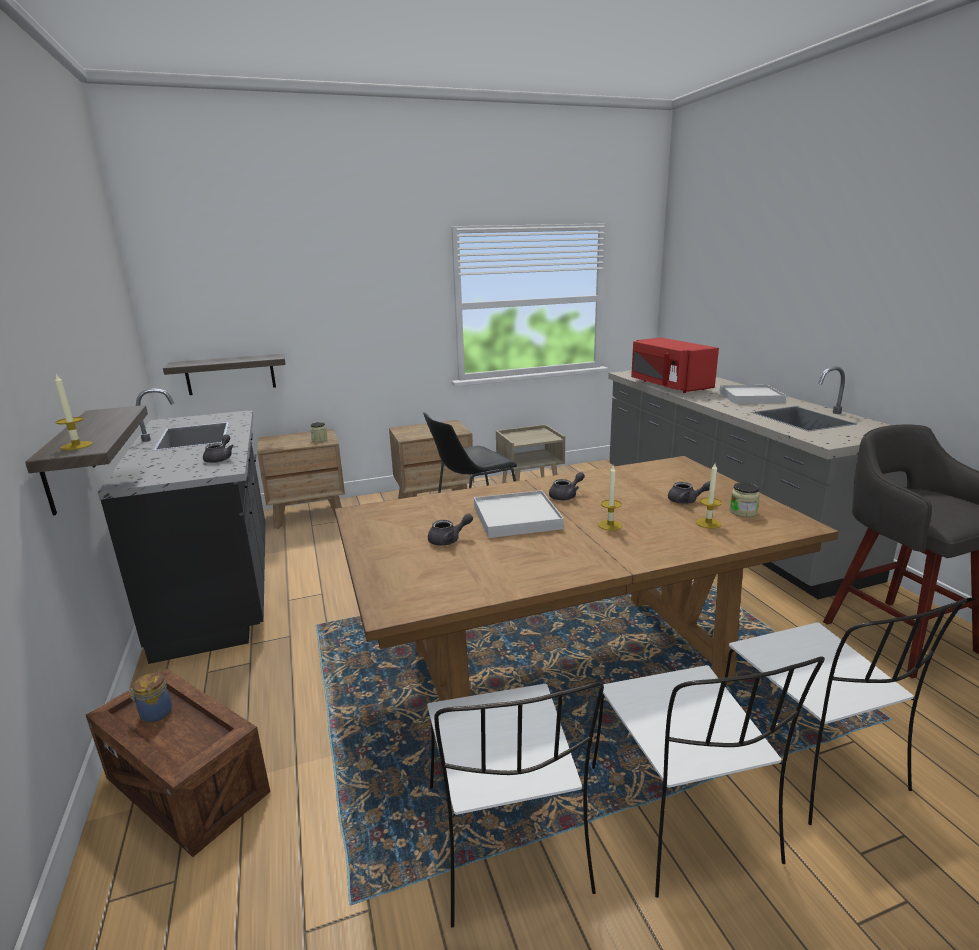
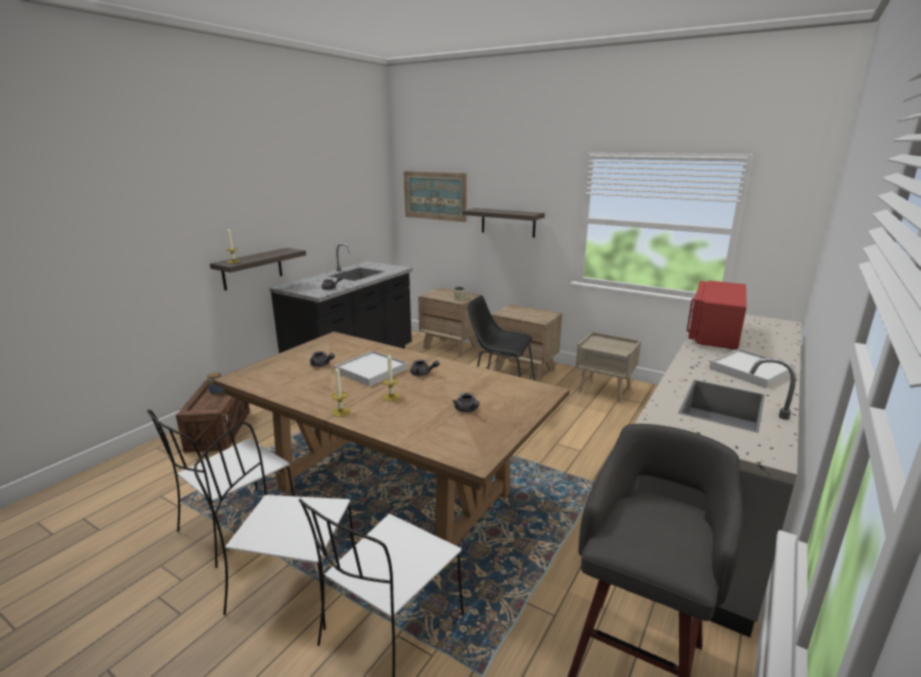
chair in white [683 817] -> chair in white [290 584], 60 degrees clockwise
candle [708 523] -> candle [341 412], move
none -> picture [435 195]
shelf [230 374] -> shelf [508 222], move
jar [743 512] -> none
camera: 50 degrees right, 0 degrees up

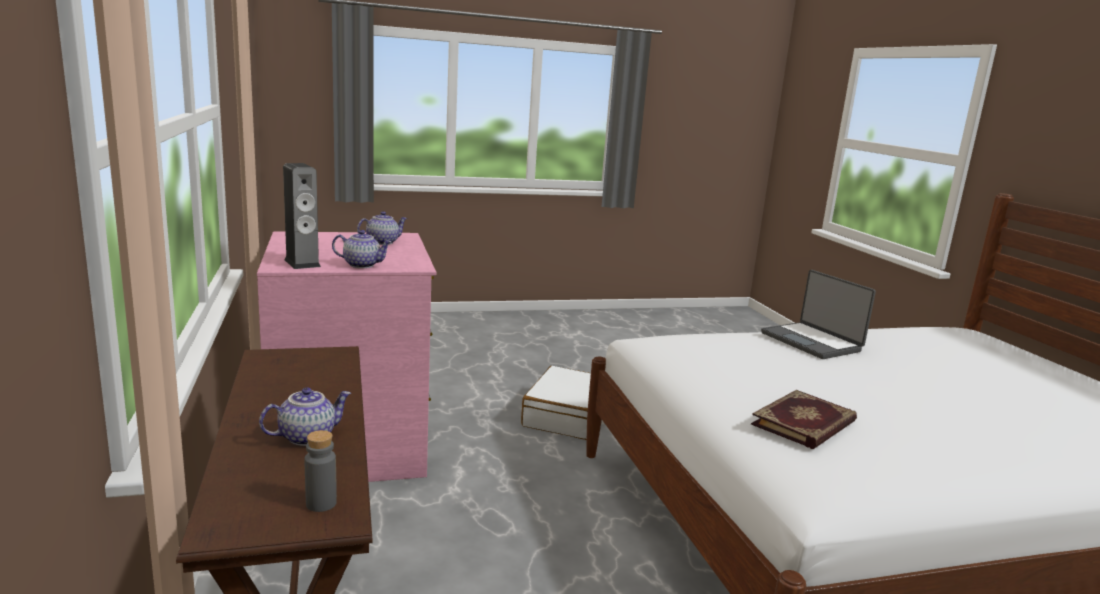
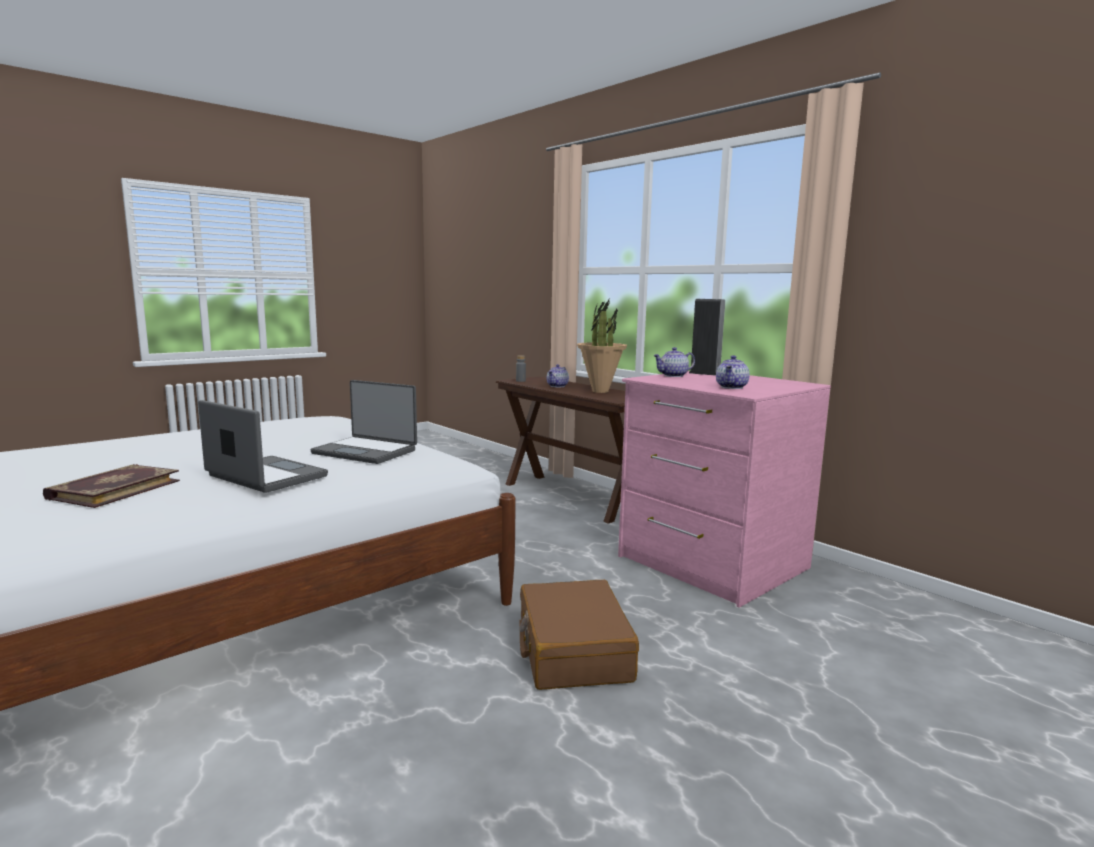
book [805 424] -> book [114 489], move
none -> laptop [366 451]
suitcase in white [568 416] -> suitcase in brown [573 650]
none -> potted plant [600 391]
camera: 155 degrees right, 5 degrees down

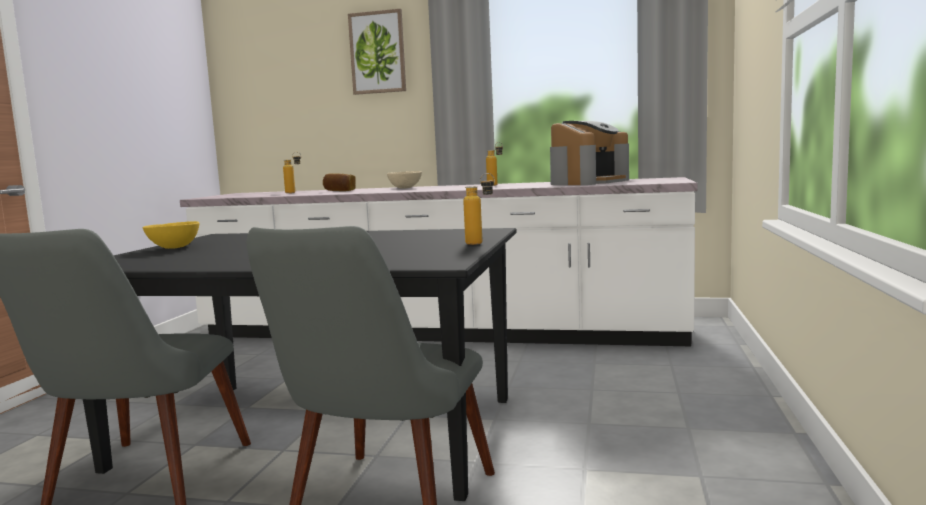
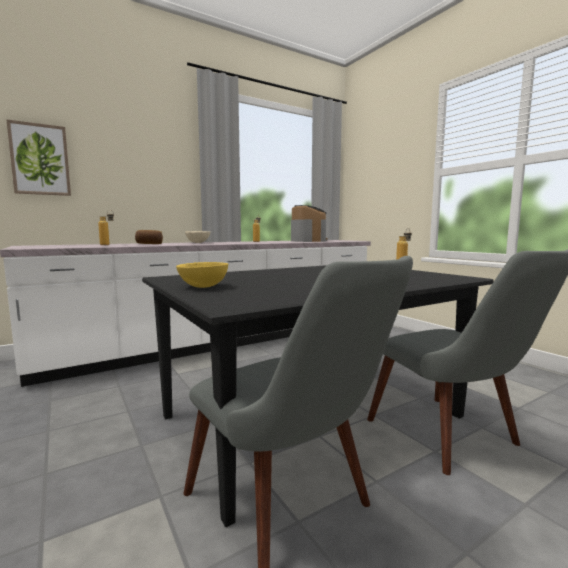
picture [377 52] -> picture [40 160], move
camera: 45 degrees left, 0 degrees up

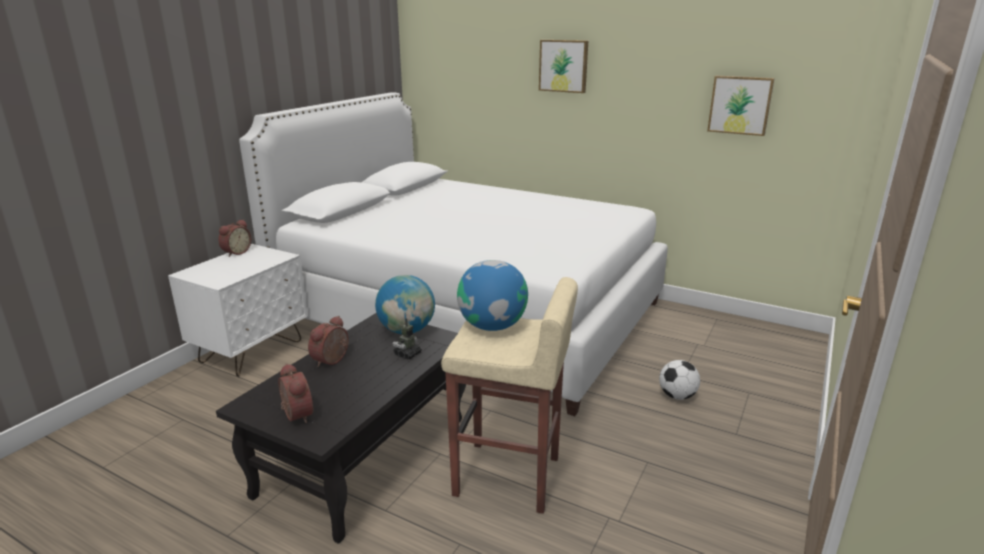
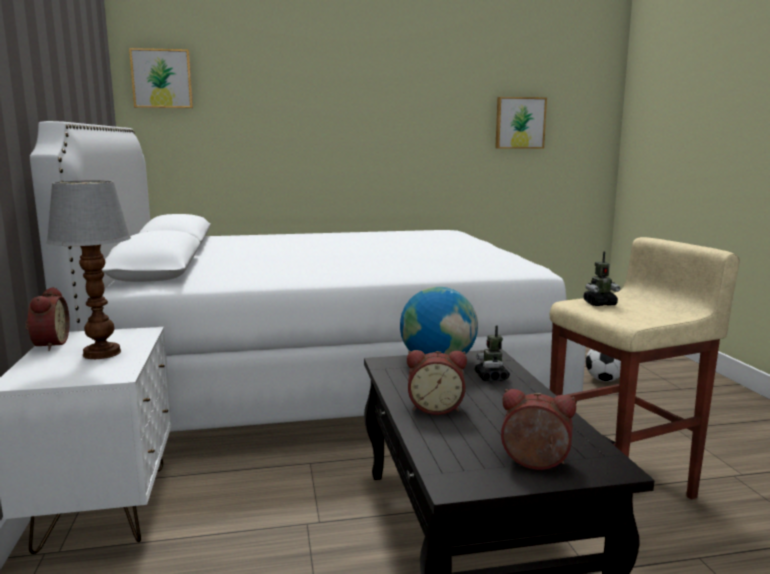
none -> table lamp [100 353]
picture [564 66] -> picture [162 79], move
alarm clock [332 361] -> alarm clock [435 408], 75 degrees counterclockwise
globe [492 326] -> toy robot [599 304]
camera: 40 degrees left, 10 degrees down

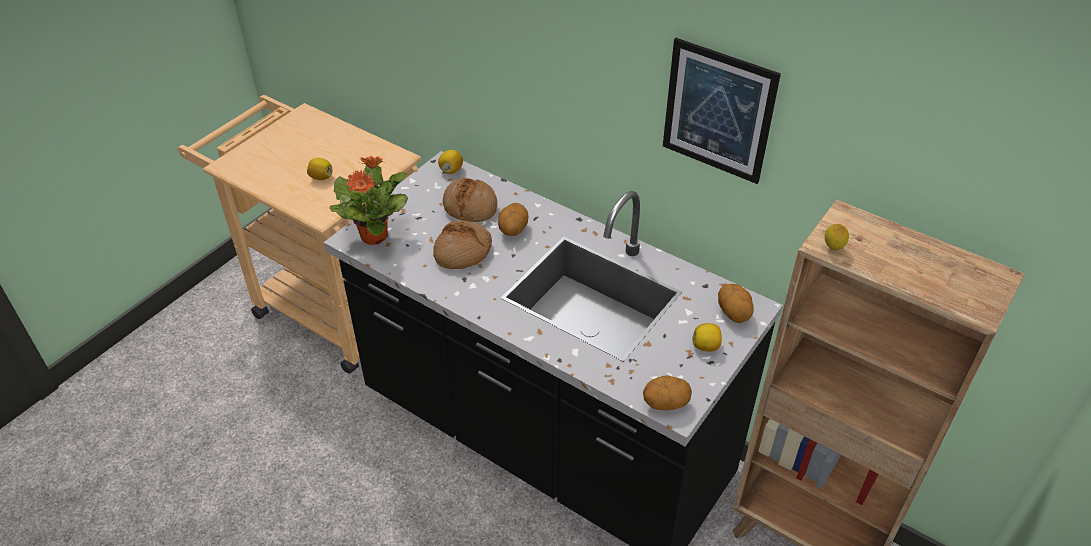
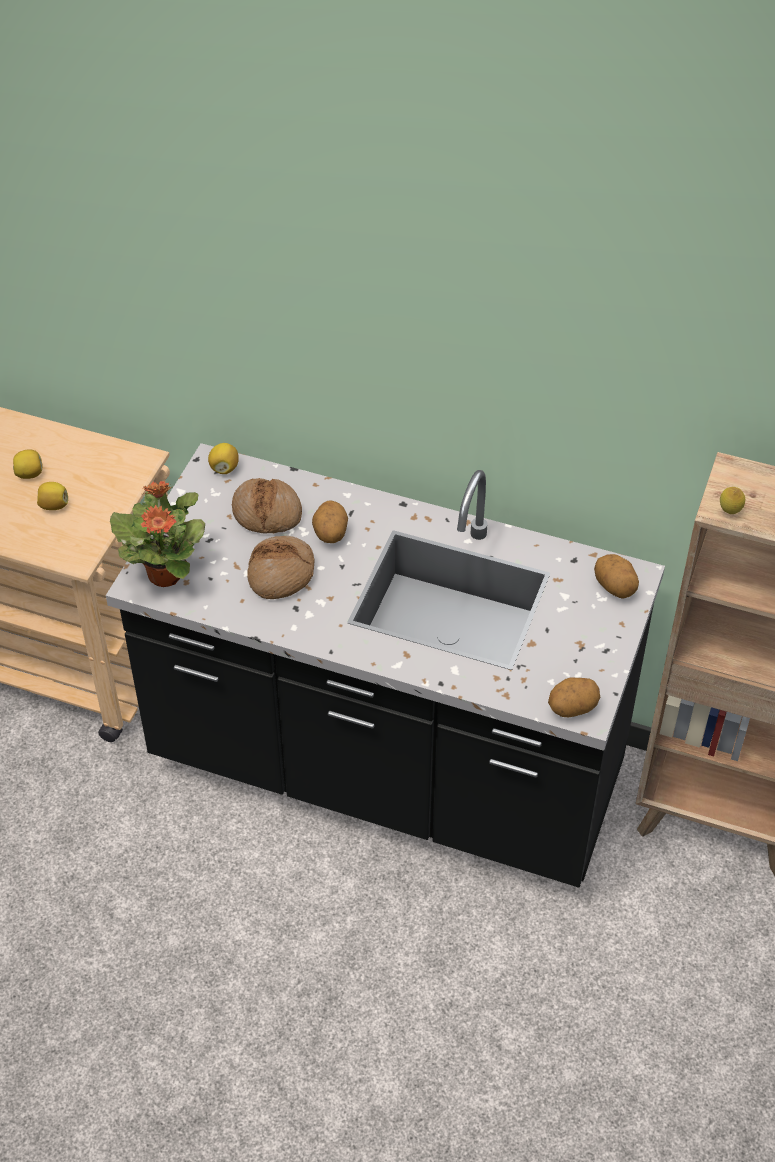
lemon [706 346] -> lemon [30 474], move
picture [718 111] -> none
camera: 15 degrees left, 5 degrees up

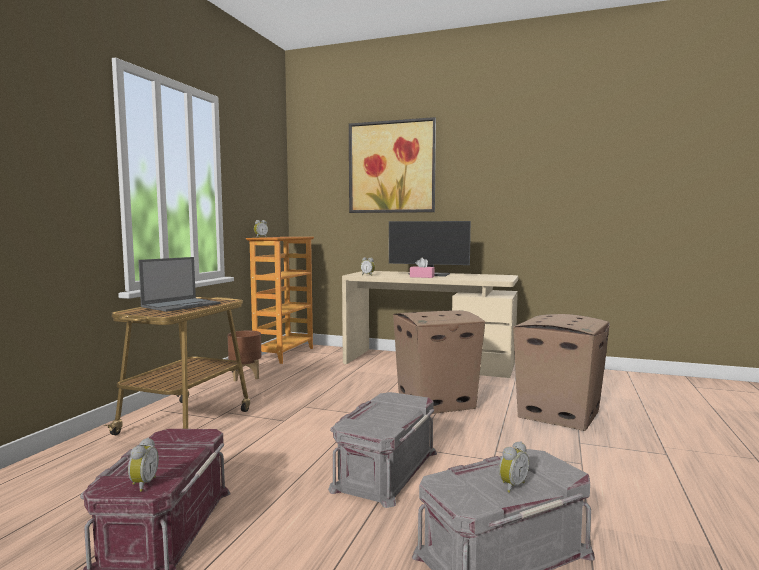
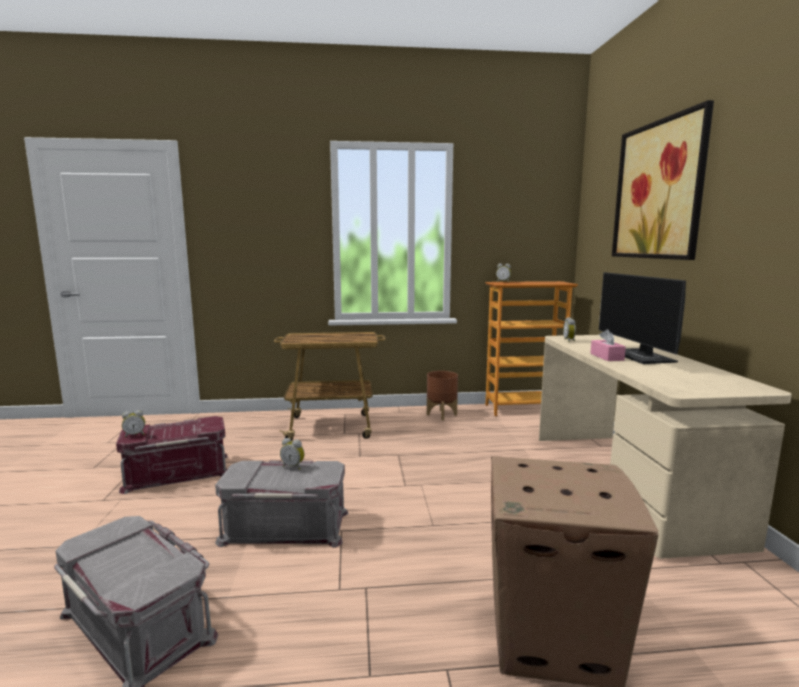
alarm clock [511 485] -> alarm clock [293 466], move
laptop [182 305] -> none
cardboard box [437 402] -> none
camera: 65 degrees right, 5 degrees up

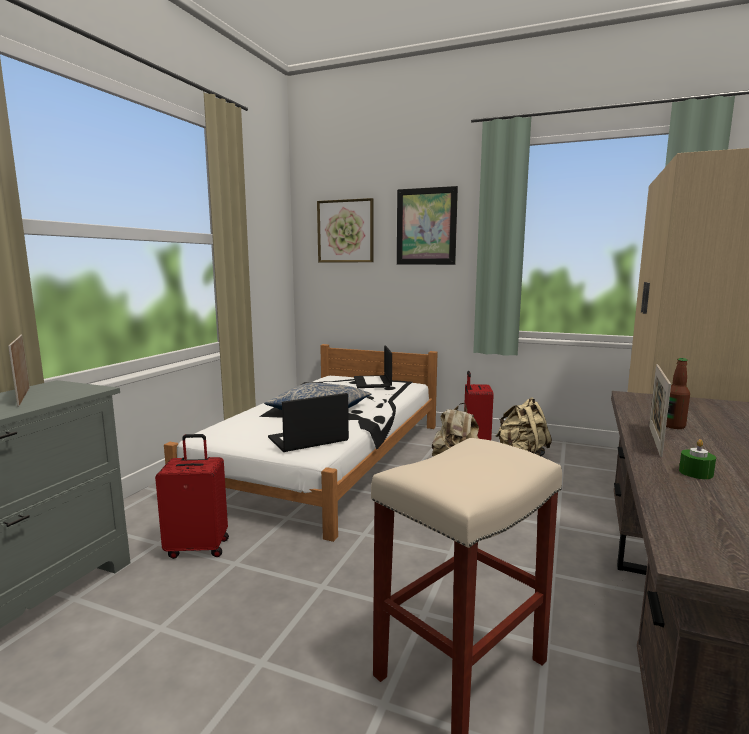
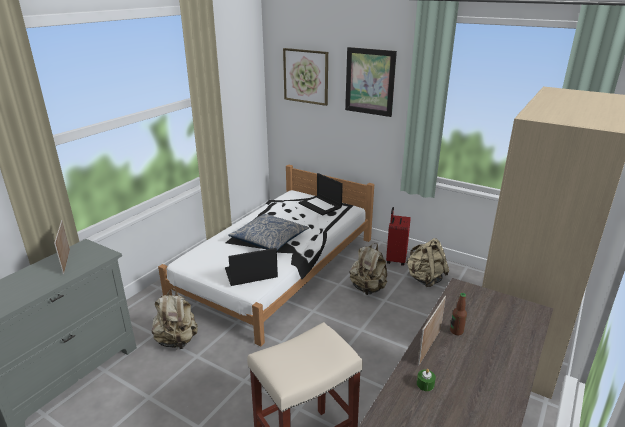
suitcase in red [198 547] -> backpack in beige [177 341]
laptop [373 382] -> laptop [320 205], 45 degrees counterclockwise
camera: 10 degrees right, 15 degrees up

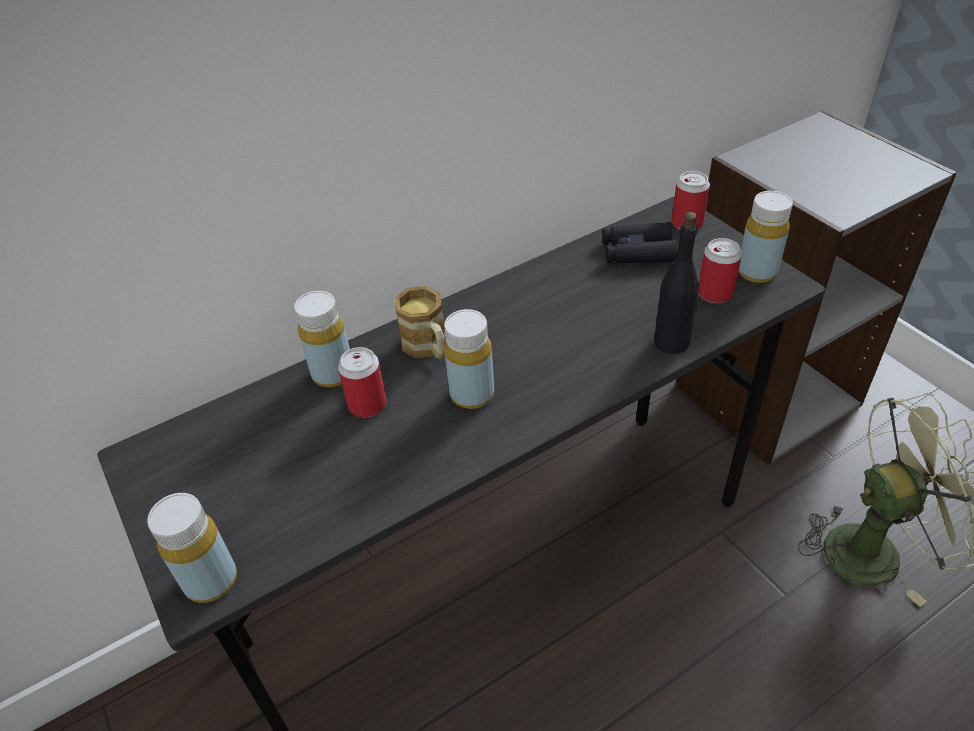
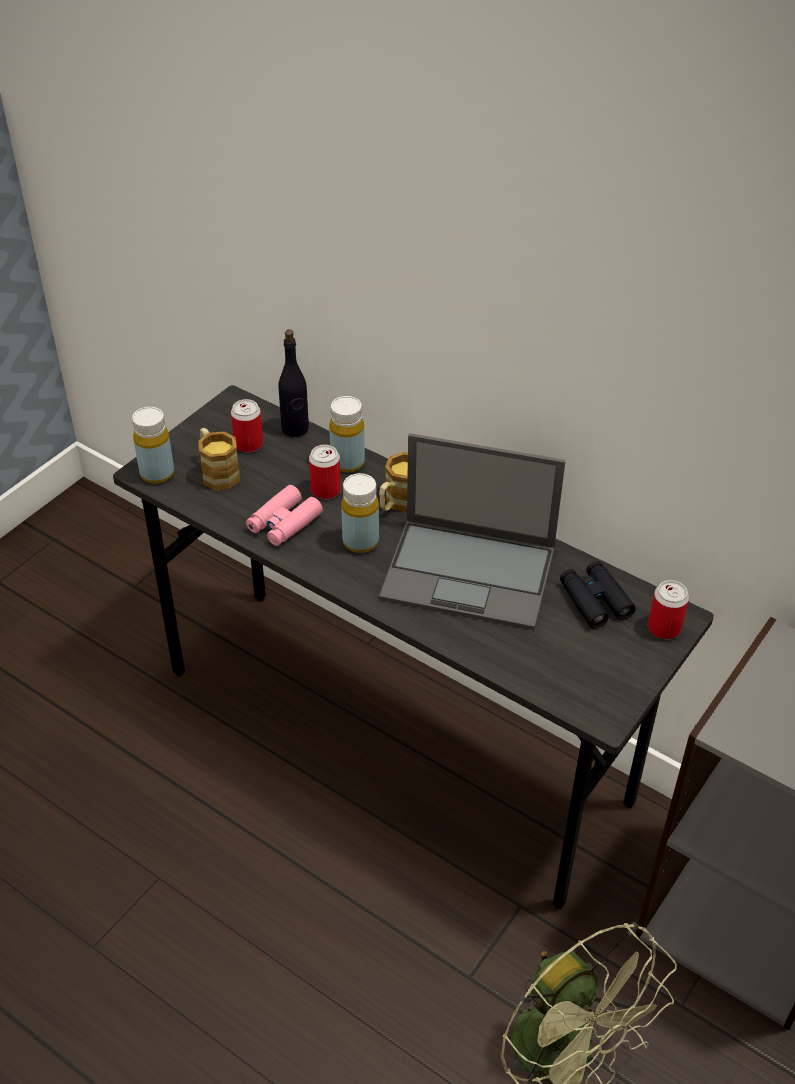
none -> mug [217 472]
can [715 293] -> can [248 444], move
none -> binoculars in pink [284 523]
bottle in black [672 342] -> bottle in black [295 429], move
none -> laptop [471 573]
bottle in yellow [756 272] -> none
camera: 65 degrees right, 0 degrees up

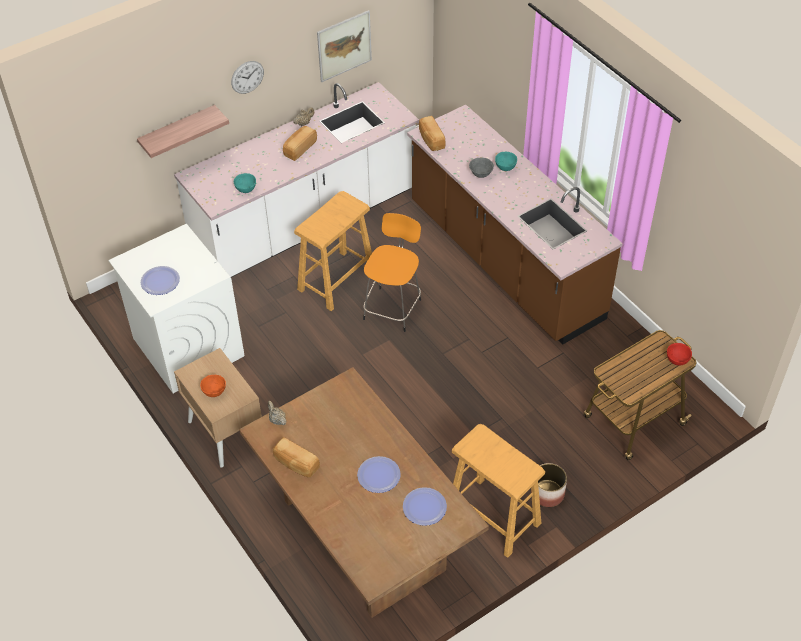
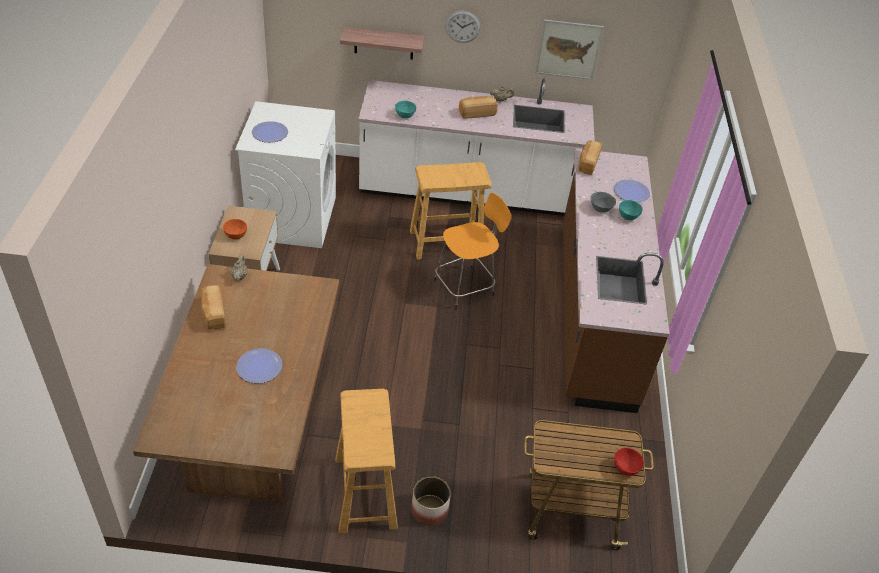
plate [424 507] -> plate [631 192], move
camera: 35 degrees right, 5 degrees down

